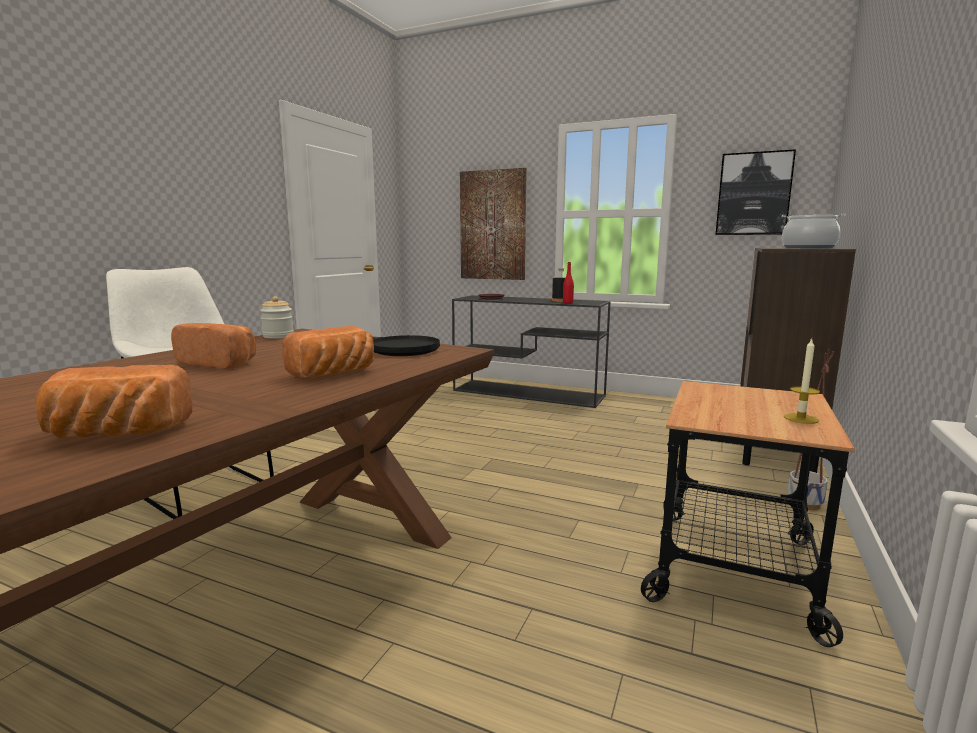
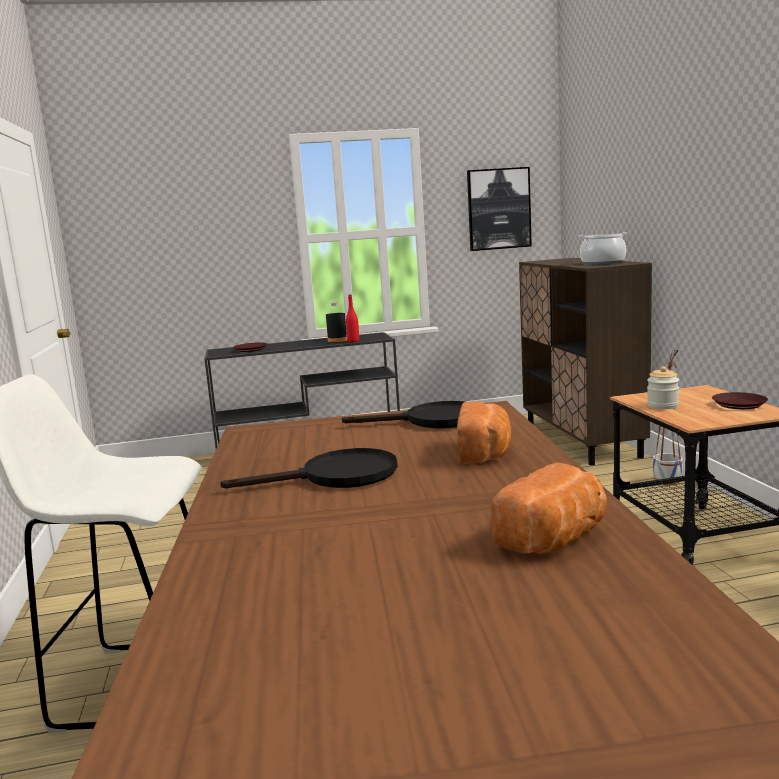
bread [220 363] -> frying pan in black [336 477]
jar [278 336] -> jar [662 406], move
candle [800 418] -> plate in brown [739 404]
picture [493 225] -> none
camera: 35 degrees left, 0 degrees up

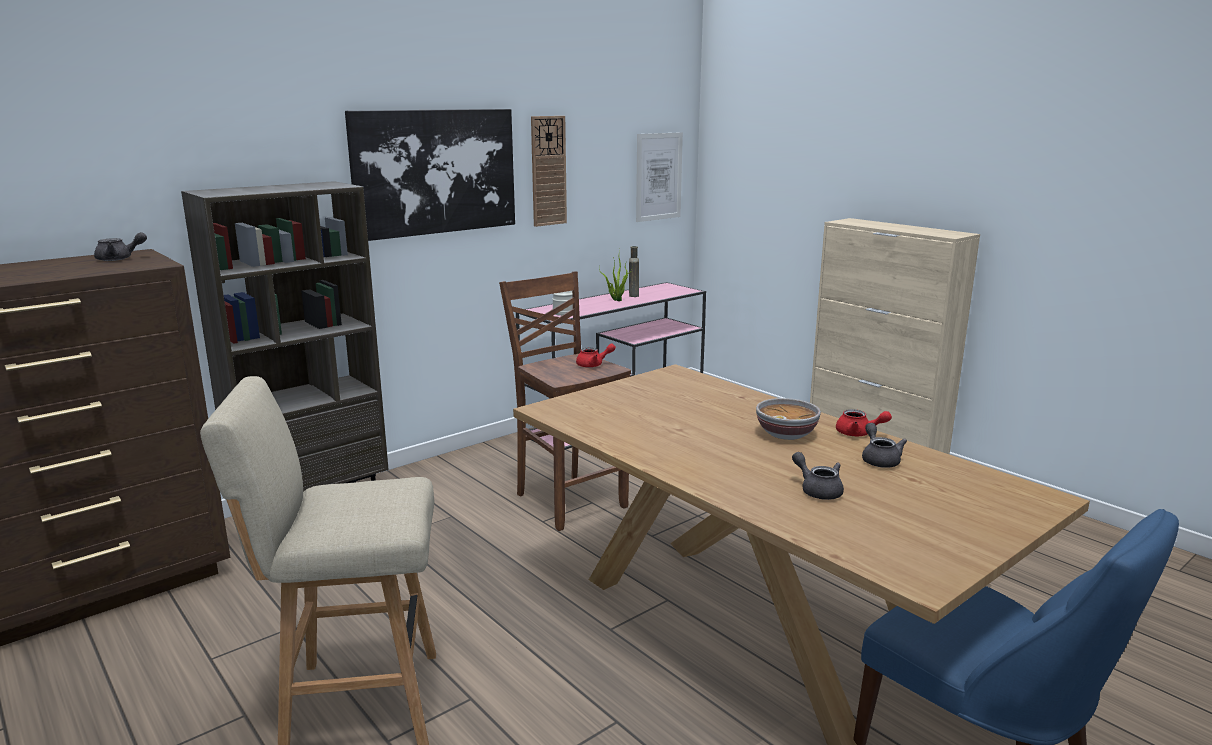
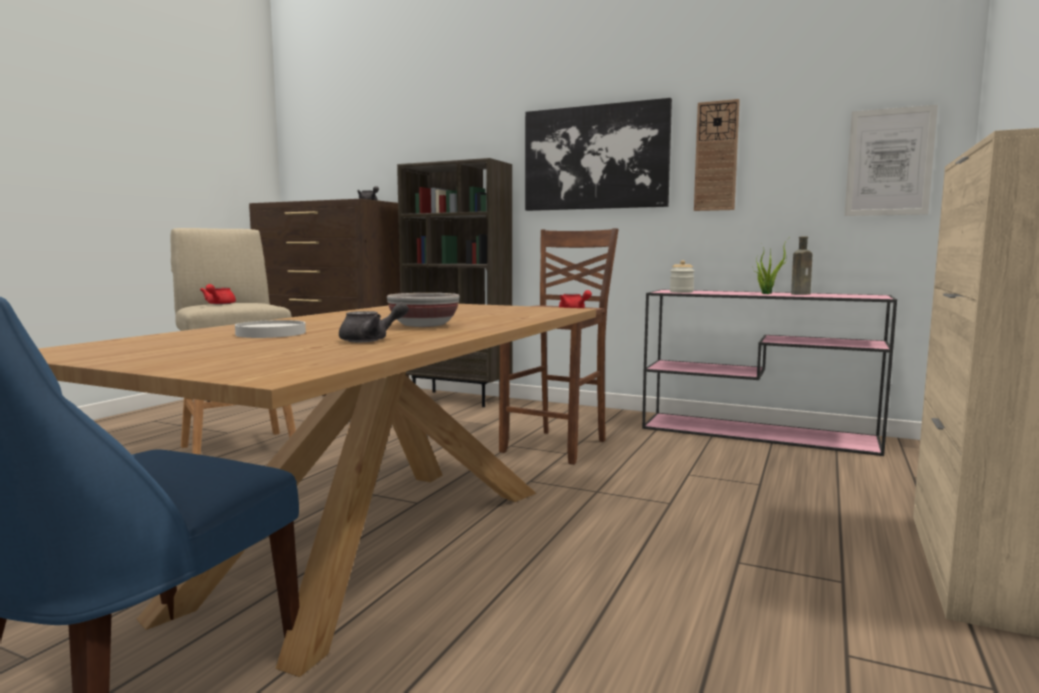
teapot in red [858 433] -> teapot in red [218 304], move
teapot in grey [818 490] -> plate in white [271 333]
camera: 65 degrees right, 10 degrees down

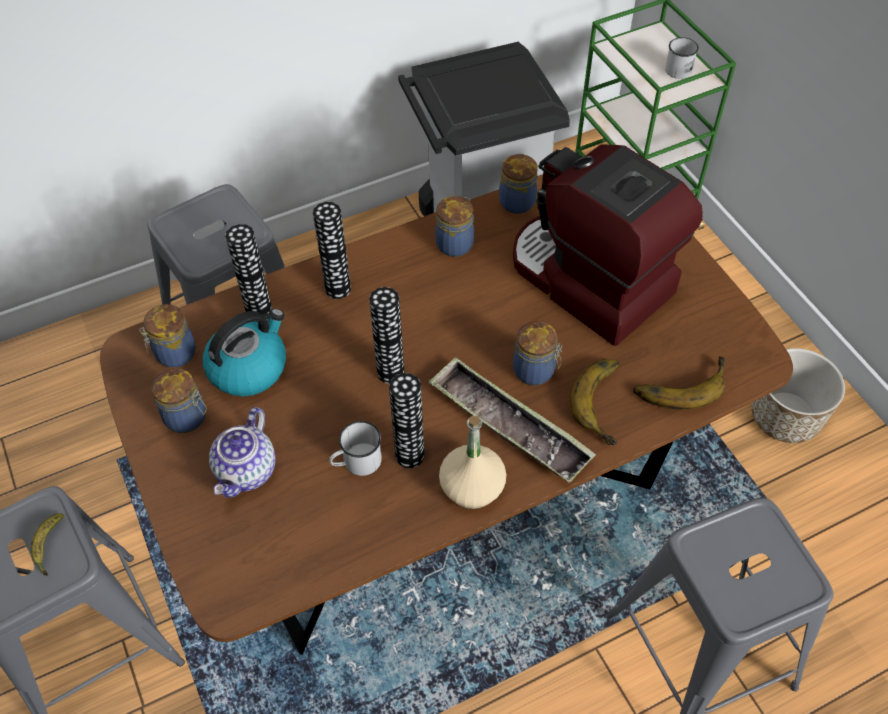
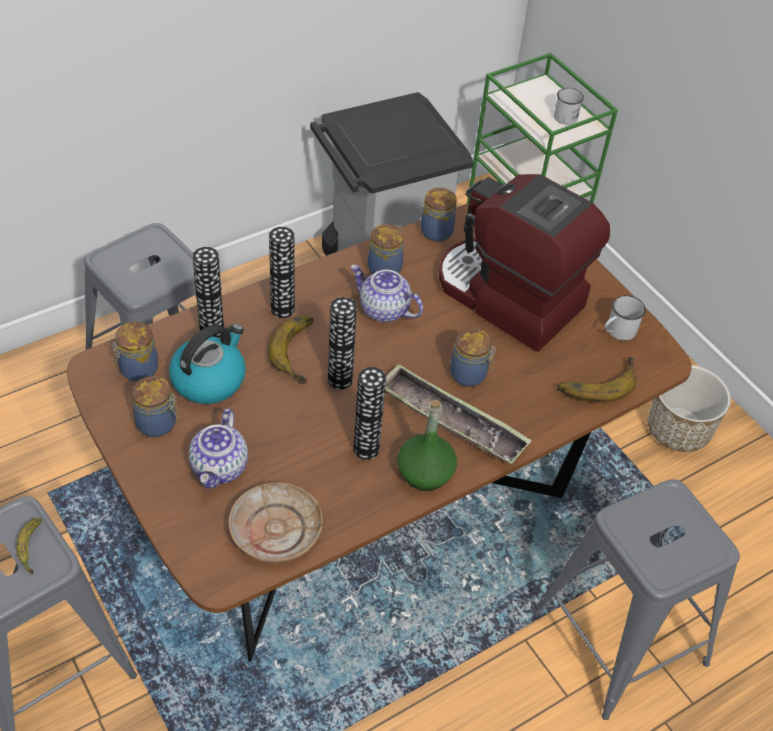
none -> plate in beige [275 530]
banana [607 403] -> banana [302 351], move
none -> teapot [383 310]
bottle in beige [472 487] -> bottle in green [425 473]
mug in white [356 462] -> mug in white [617 331], move
camera: 10 degrees left, 5 degrees down

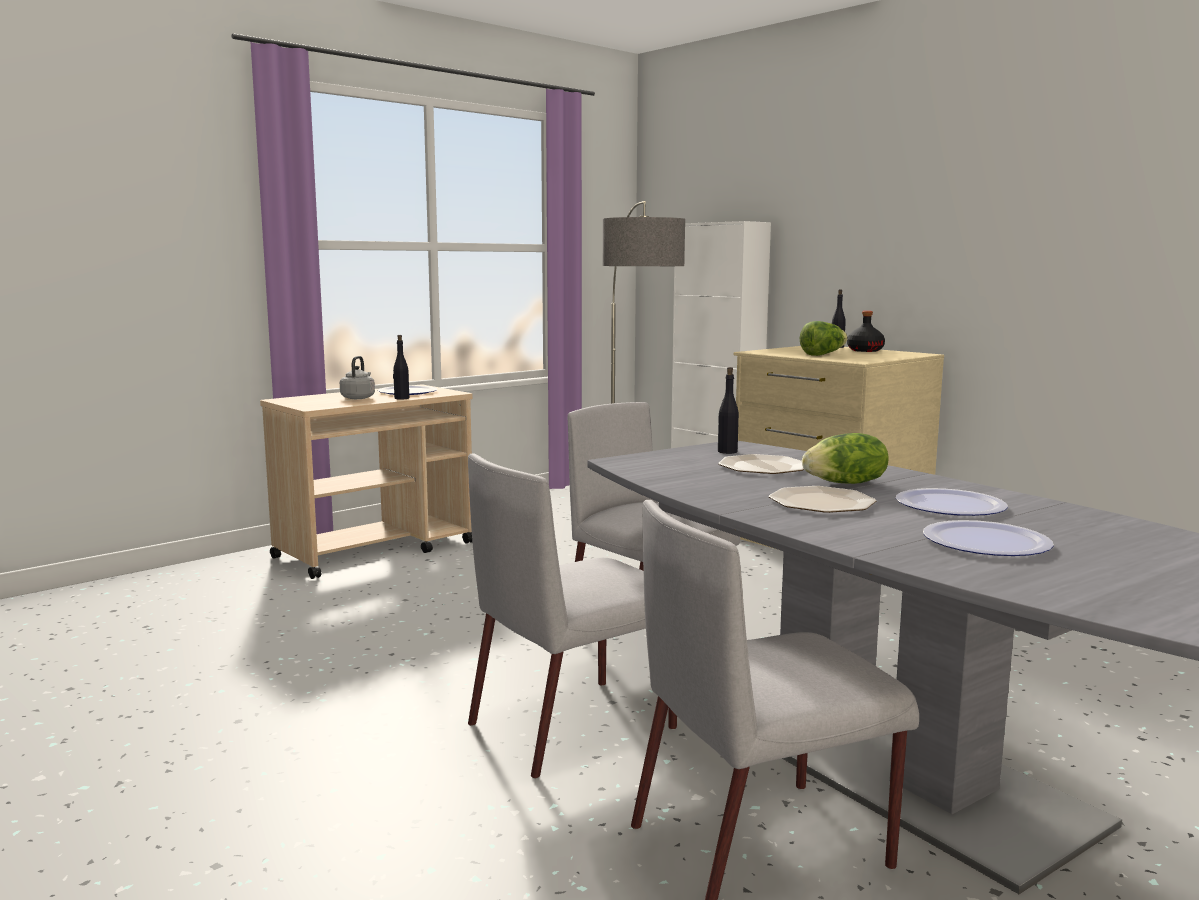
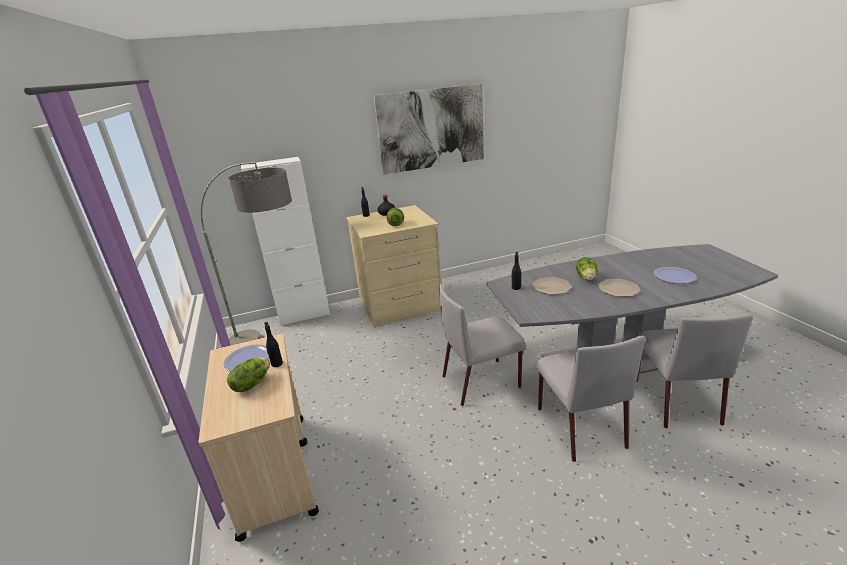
kettle in grey [358 397] -> lettuce [251 384]
none -> picture [431 129]
plate [949 505] -> none
camera: 65 degrees left, 15 degrees up

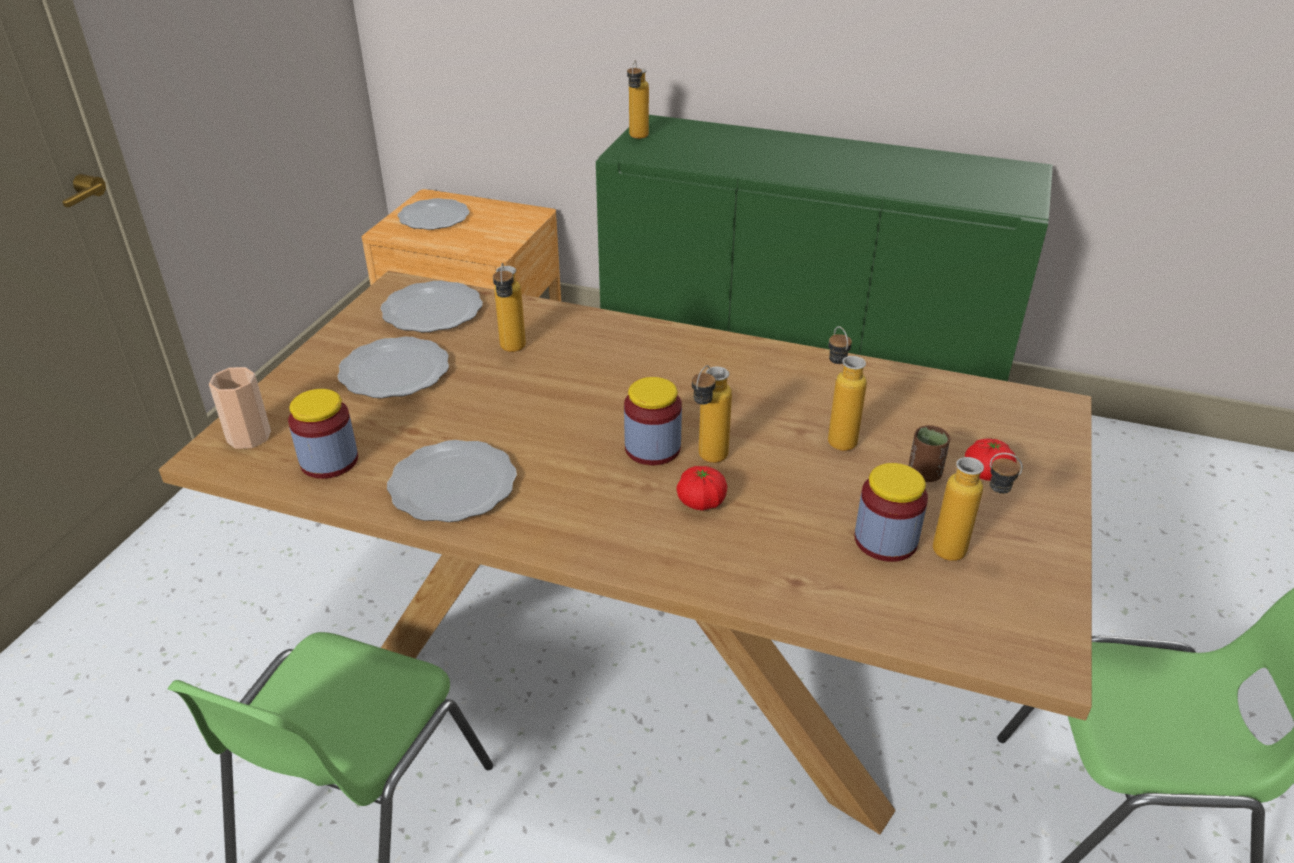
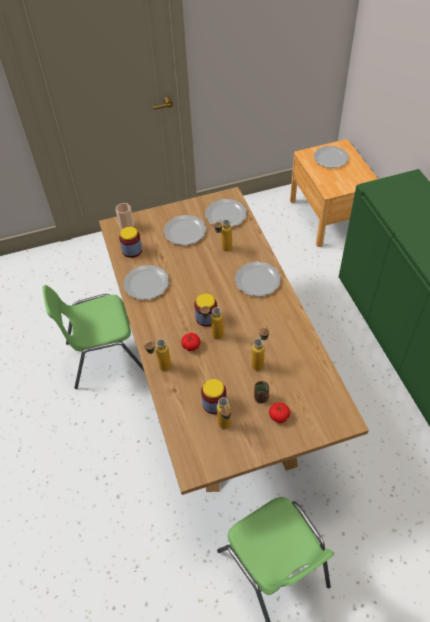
bottle [637 138] -> bottle [160 368], move
none -> plate [258 280]
camera: 55 degrees right, 15 degrees up

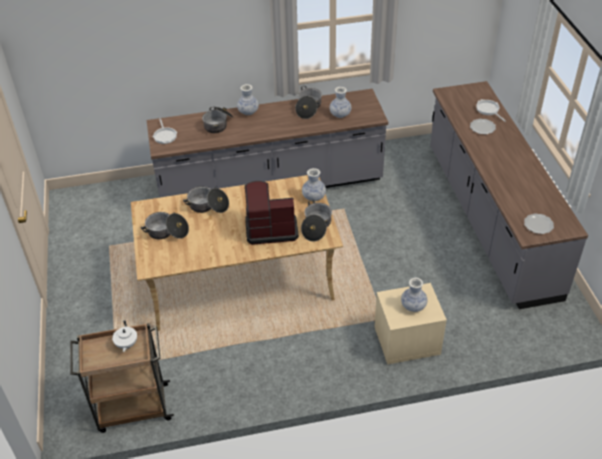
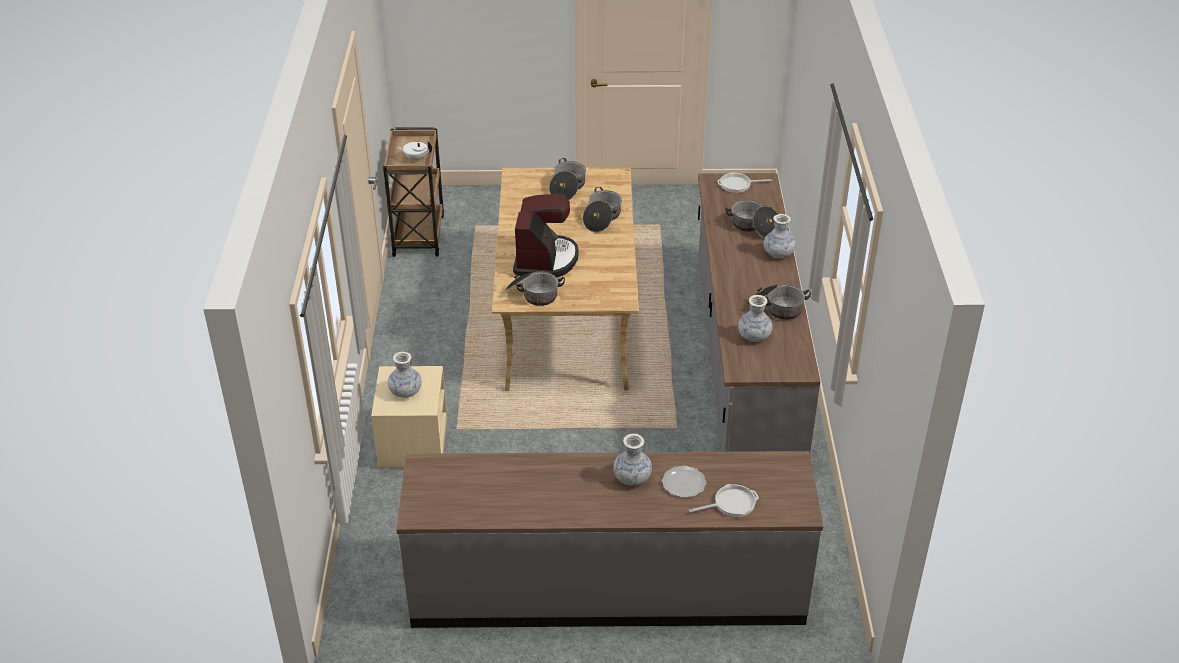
vase [314 197] -> vase [632 478], move
plate [538 224] -> none
camera: 100 degrees right, 5 degrees down

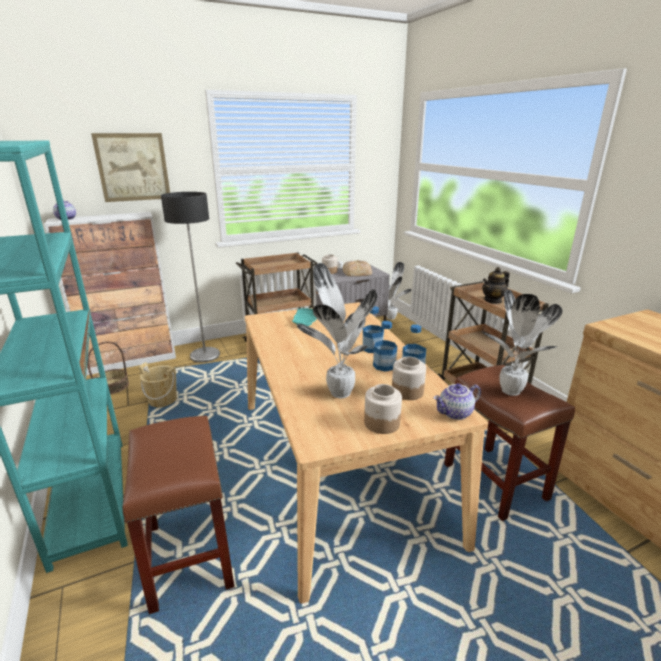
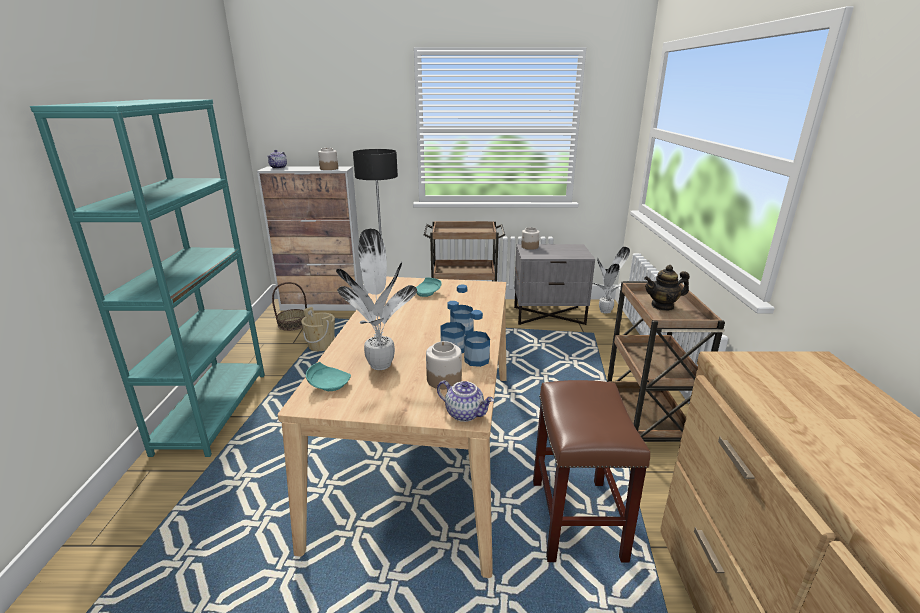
none -> plate in turquoise [329 384]
jar [381 423] -> jar [329 168], move
teapot [455 413] -> teapot [465 413], 150 degrees counterclockwise
picture [133 167] -> none
stool in brown [188 555] -> none
bread [357 272] -> none
potted plant [510 392] -> none
camera: 25 degrees right, 0 degrees up

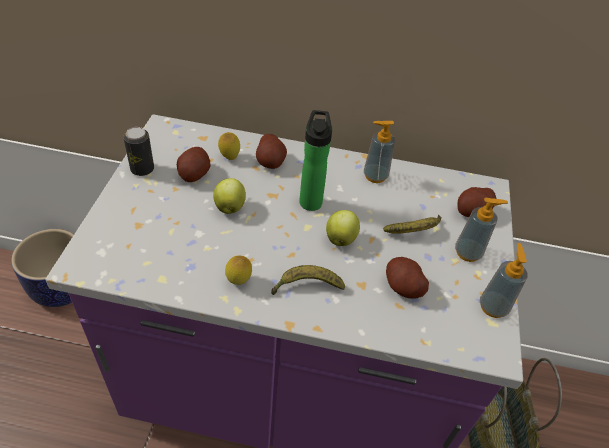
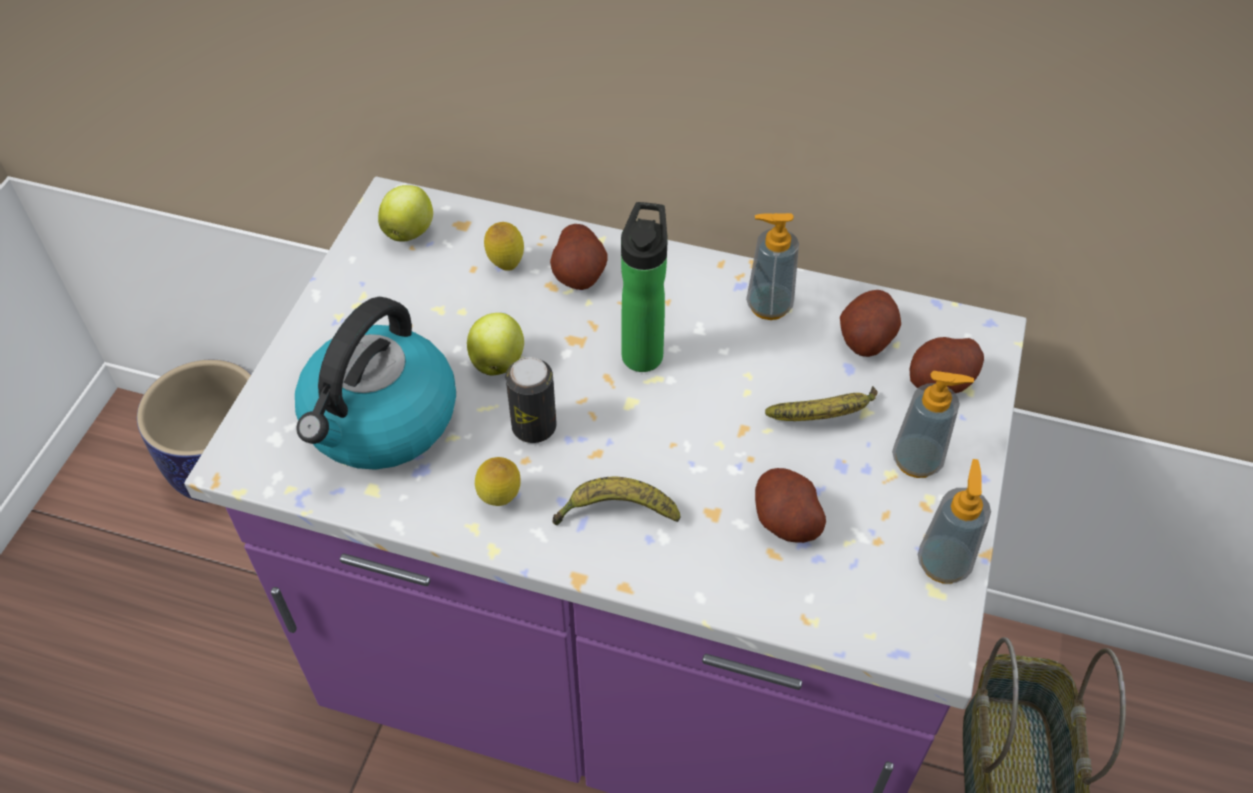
none -> kettle [380 421]
apple [340 238] -> apple [409 231], move
can [142 169] -> can [534 427], move
potato [194 174] -> potato [866 338], move
camera: 10 degrees right, 5 degrees up

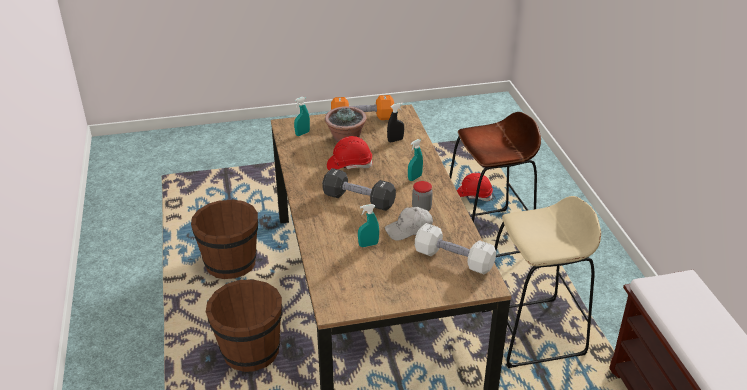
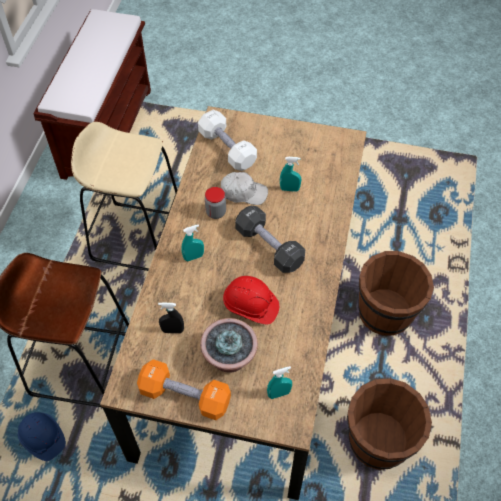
hard hat in red [473 195] -> hard hat in blue [43 438]
camera: 155 degrees left, 20 degrees up

